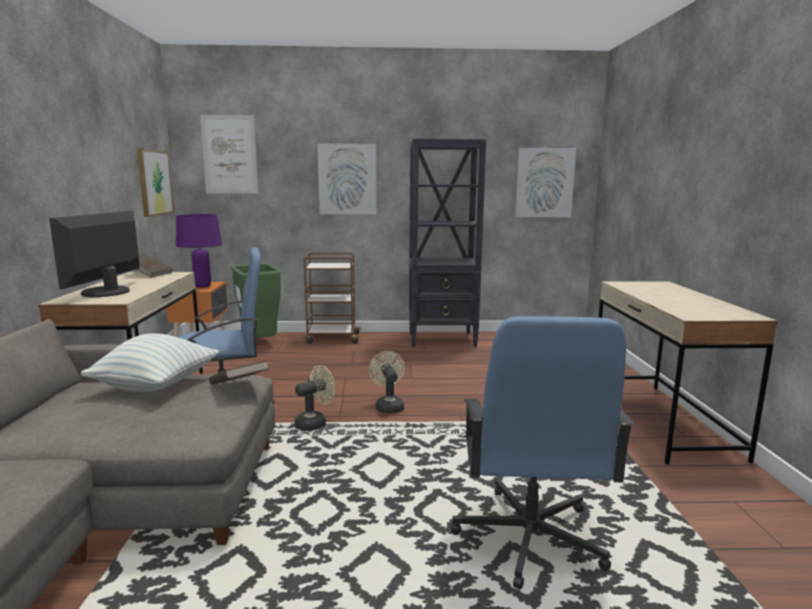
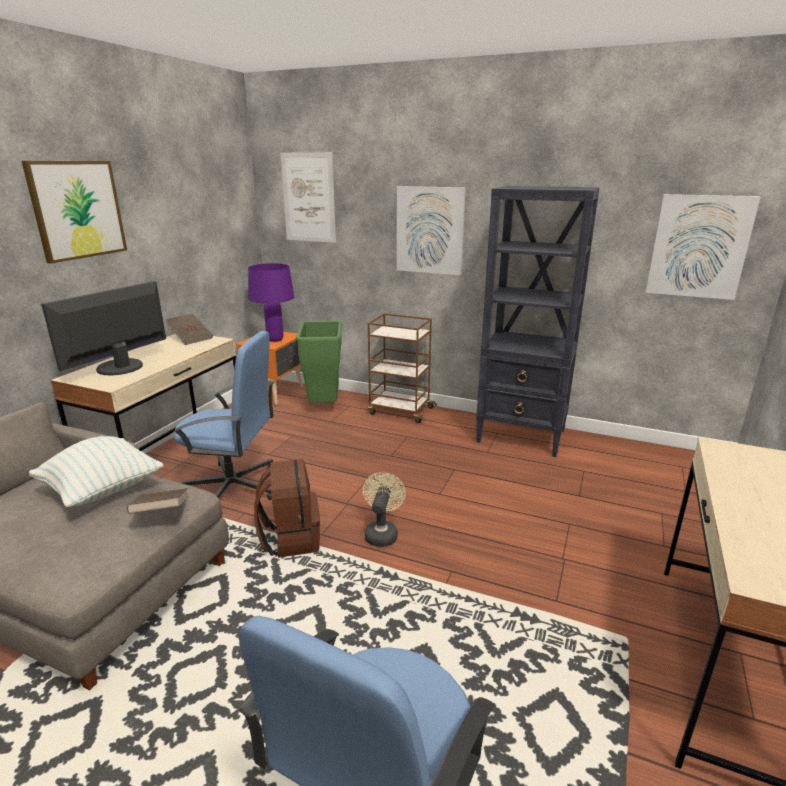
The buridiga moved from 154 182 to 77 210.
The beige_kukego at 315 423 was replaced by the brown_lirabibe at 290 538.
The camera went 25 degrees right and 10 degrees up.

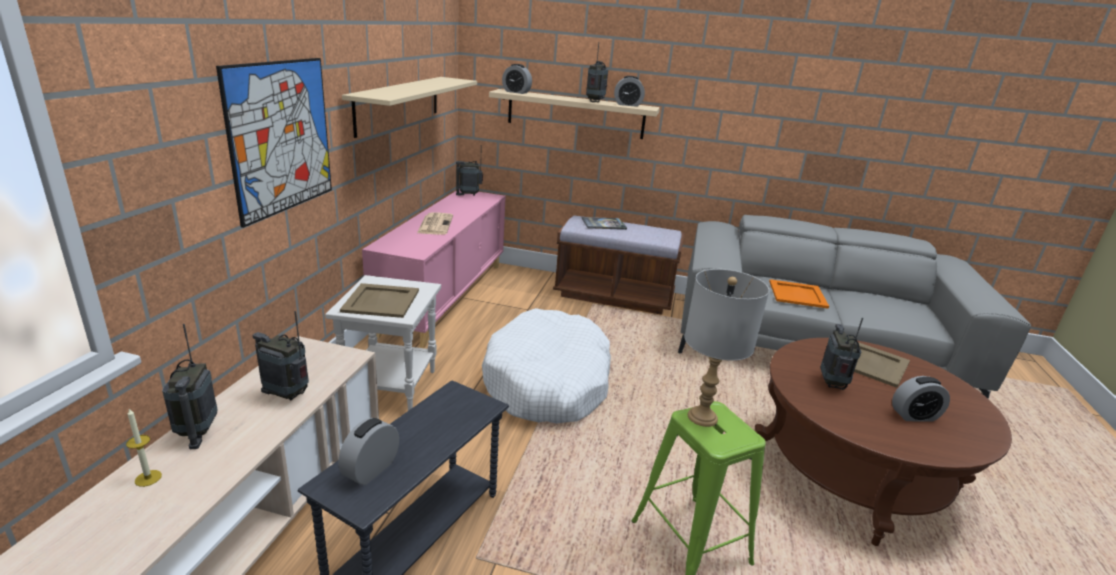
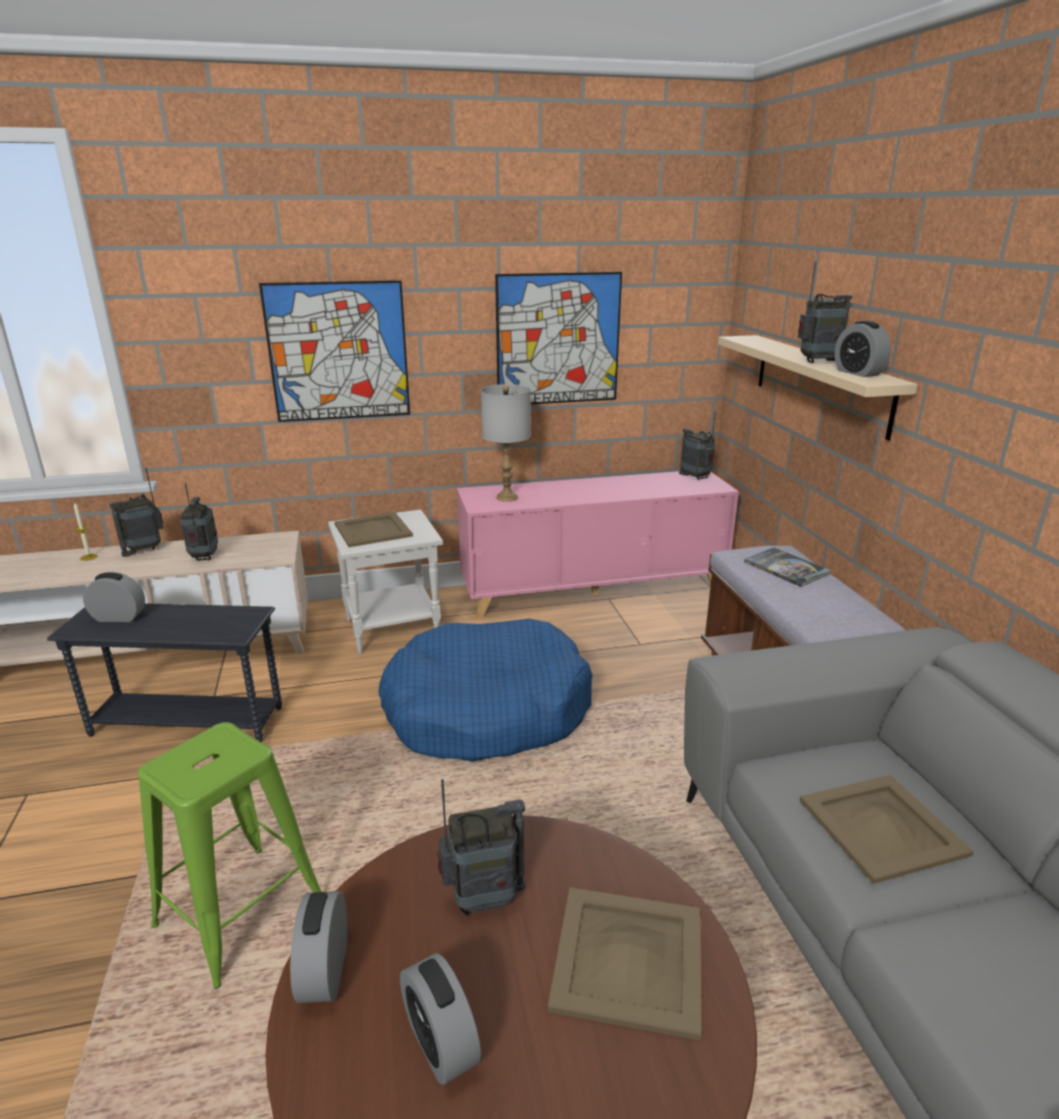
The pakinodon moved from 516 92 to 324 971.
The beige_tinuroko at 399 104 was replaced by the buridiga at 558 339.
The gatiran at 435 224 disappeared.
The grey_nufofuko moved from 701 417 to 507 497.
The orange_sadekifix at 797 294 became the beige_sadekifix at 882 826.
The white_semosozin at 548 382 became the blue_semosozin at 486 710.
The camera went 65 degrees right and 0 degrees up.

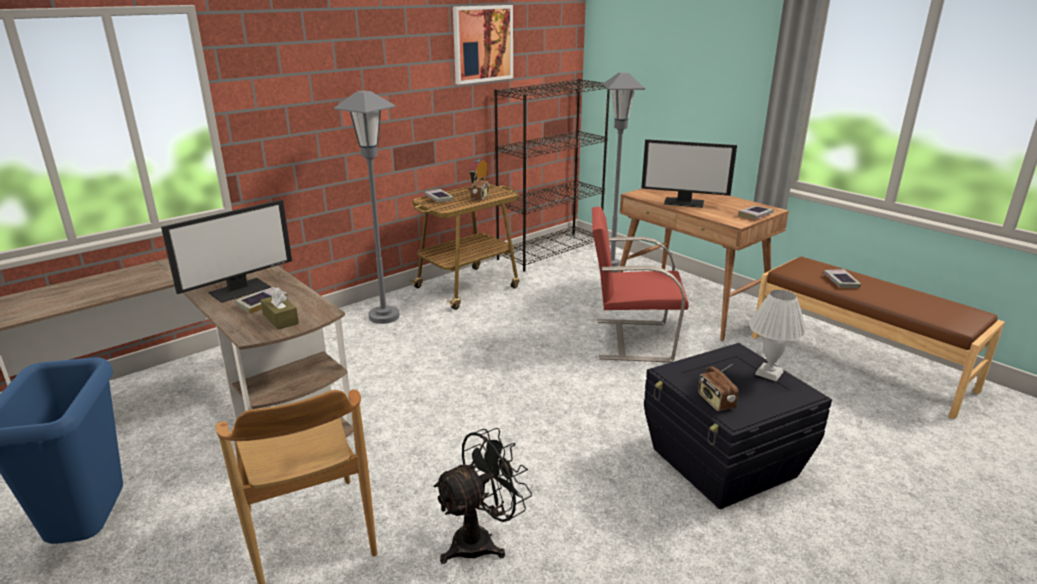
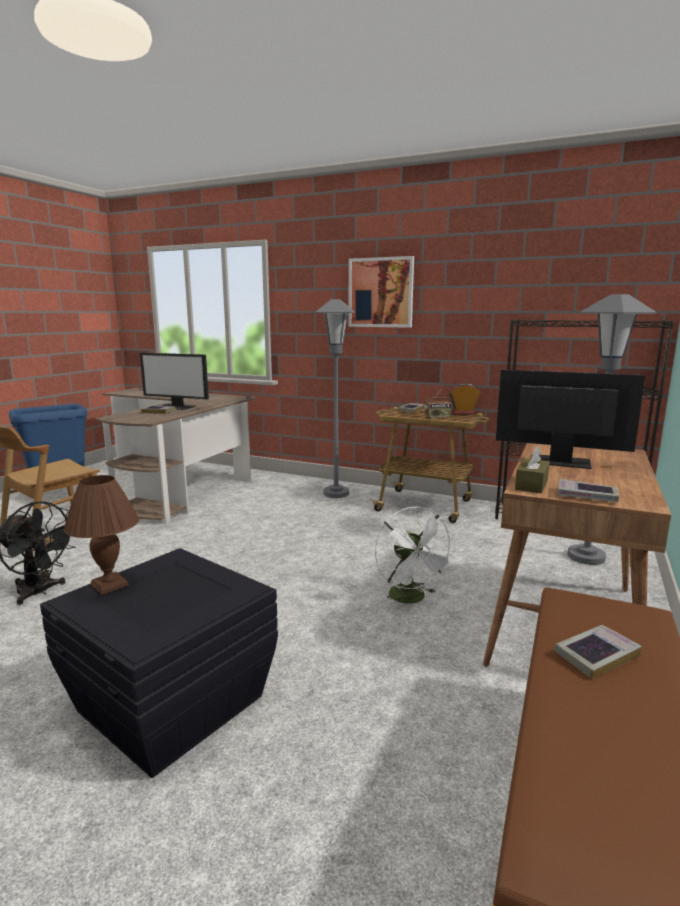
The buridiga moved from 482 44 to 381 292.
The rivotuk at 684 202 turned 120 degrees clockwise.
The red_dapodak at 631 339 was replaced by the white_kukego at 412 599.
The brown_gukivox moved from 280 319 to 531 485.
The white_nufofuko at 769 373 disappeared.
The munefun at 715 402 was replaced by the brown_nufofuko at 109 585.
The camera went 65 degrees right and 10 degrees down.

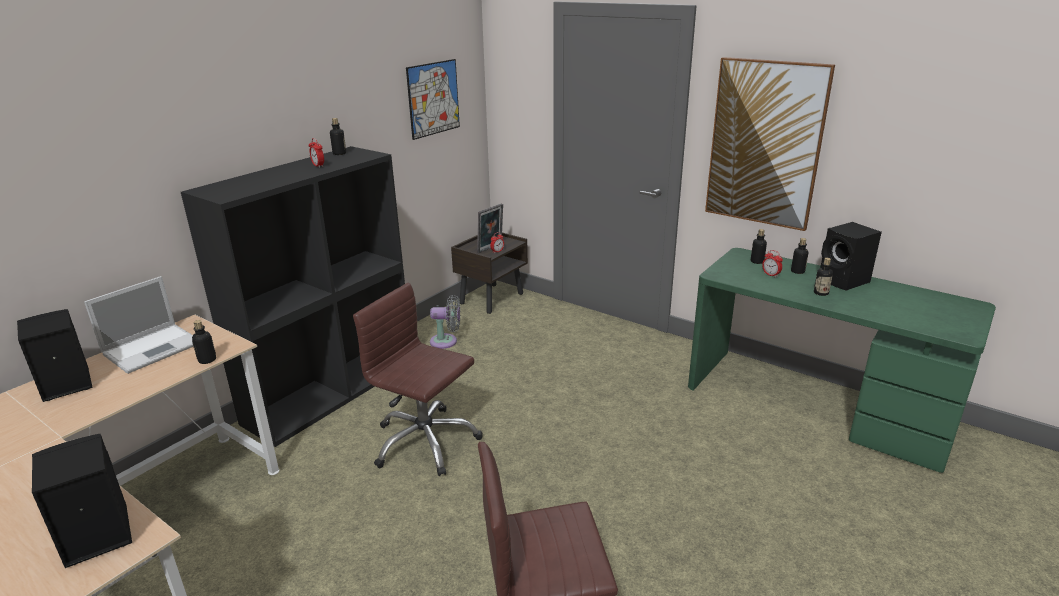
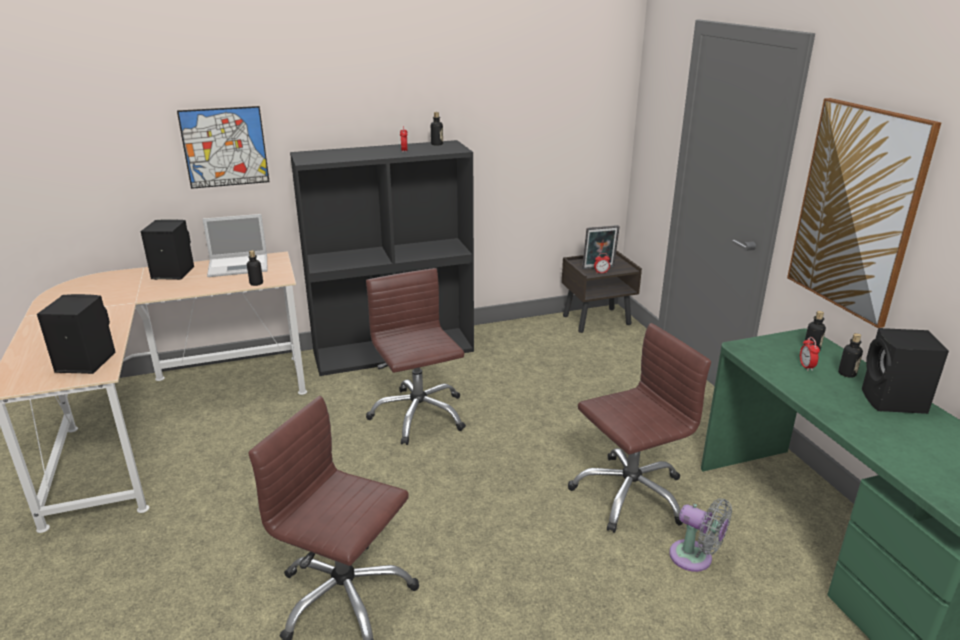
The buridiga moved from 433 98 to 225 147.
The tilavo at 821 293 disappeared.
The grey_kukego moved from 446 341 to 695 558.
The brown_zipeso at 629 494 appeared.
The camera went 35 degrees right and 0 degrees up.

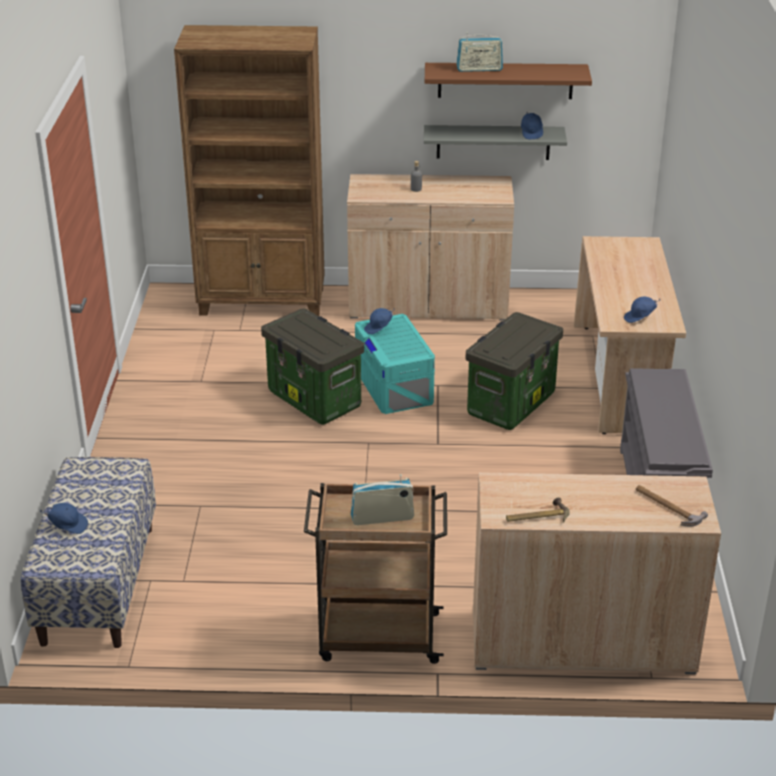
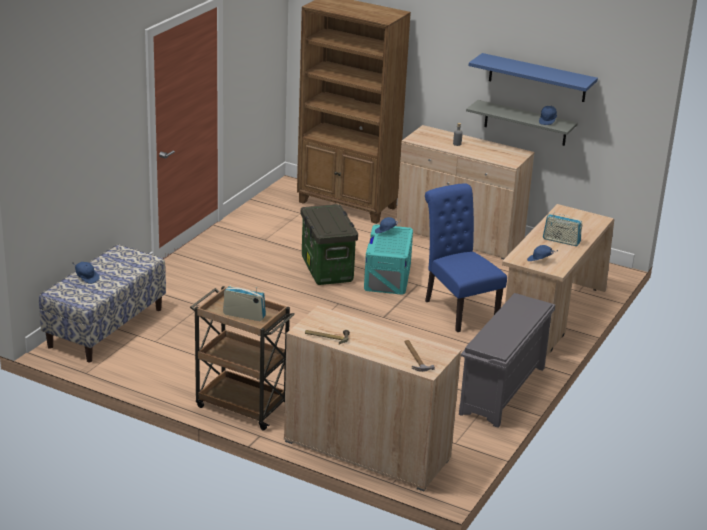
The munefun moved from 479 69 to 561 241.
The brown_tinuroko at 505 80 became the blue_tinuroko at 537 78.
The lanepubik at 511 403 was replaced by the blue_dapodak at 457 309.
The camera went 25 degrees right and 5 degrees down.

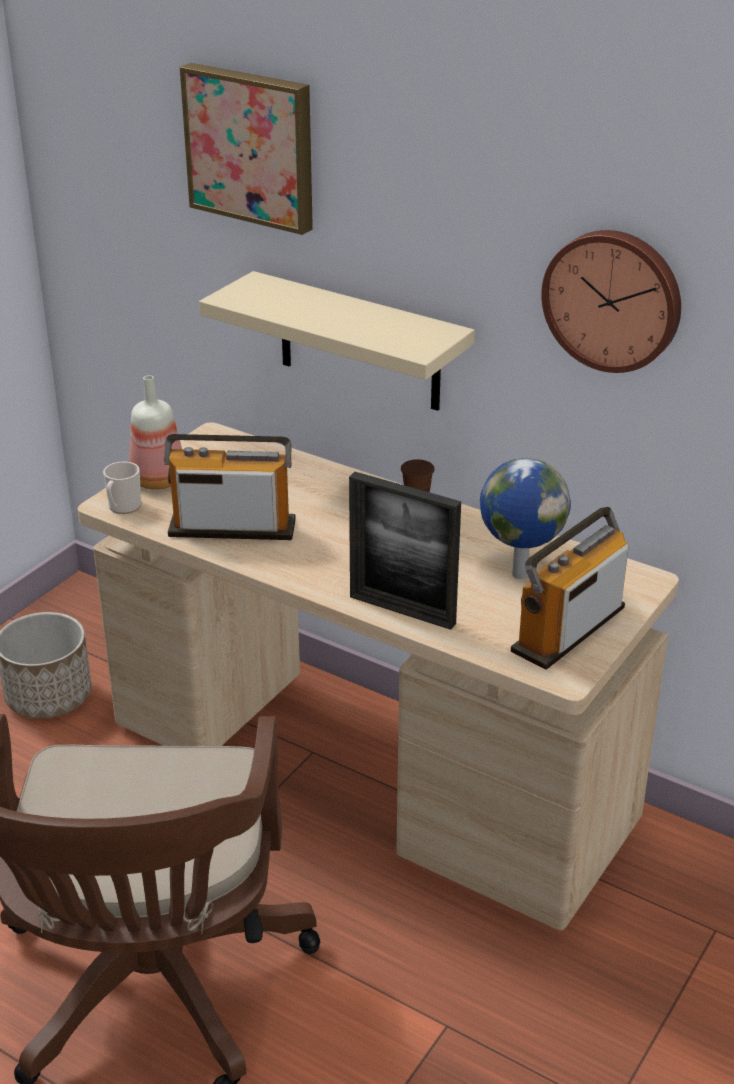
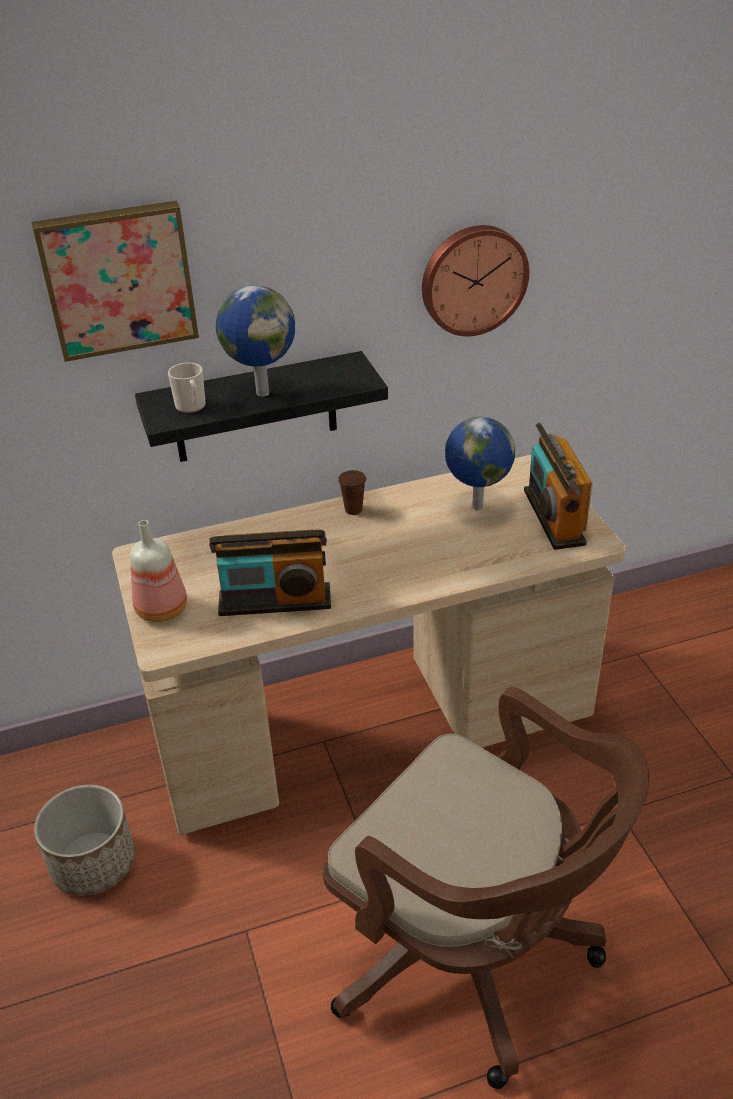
The beige_tinuroko at 359 343 became the black_tinuroko at 255 408.
The munefun at 232 528 turned 135 degrees counterclockwise.
The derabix moved from 122 507 to 191 407.
The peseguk at 402 610 disappeared.
The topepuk at 262 392 appeared.
The camera went 50 degrees left and 5 degrees up.

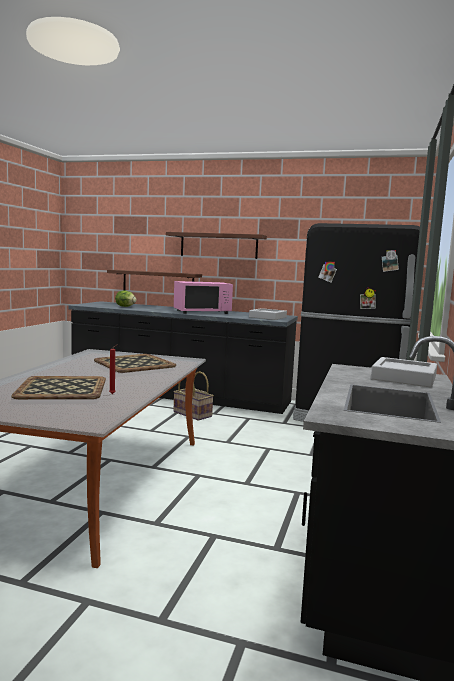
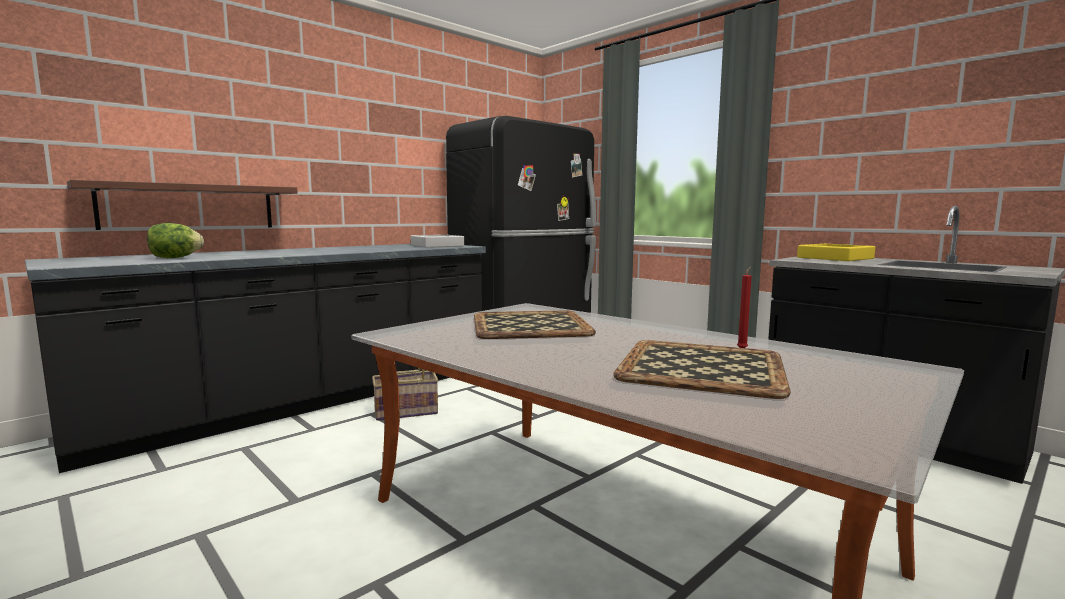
The tinuroko at 218 245 disappeared.
The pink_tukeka at 202 312 disappeared.
The grey_sadekifix at 404 378 became the yellow_sadekifix at 835 258.
The camera went 60 degrees left and 0 degrees up.

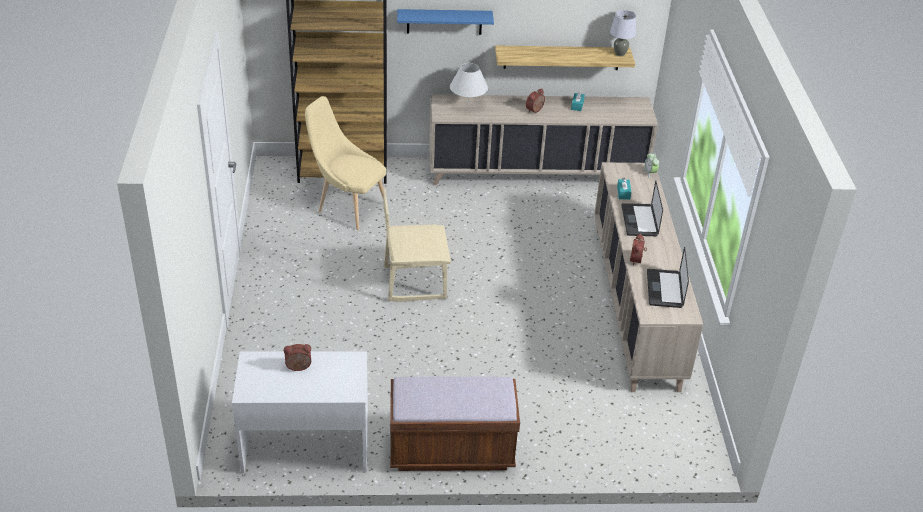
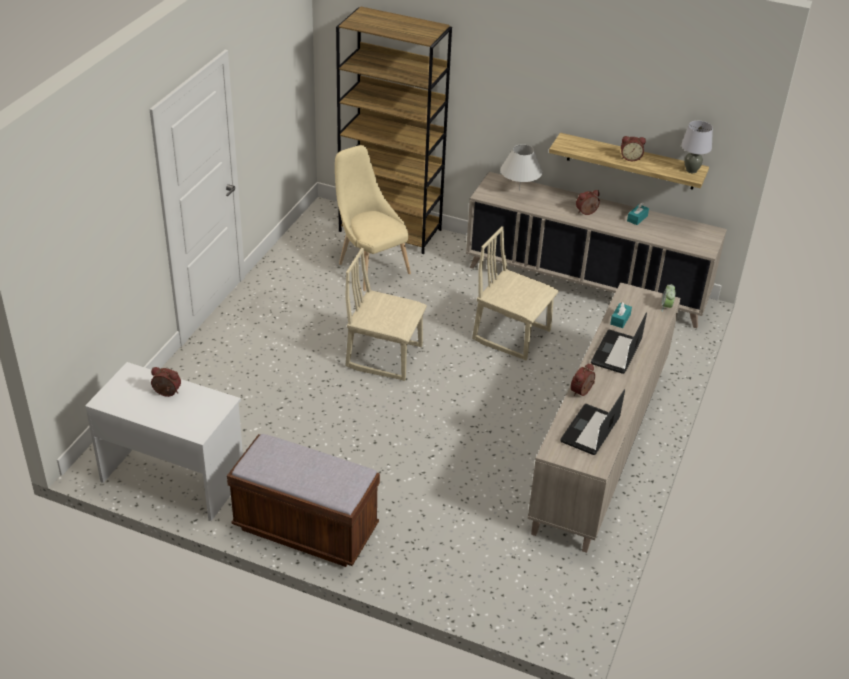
The blue_tinuroko at 444 21 disappeared.
The pakinodon at 630 158 appeared.
The beige_dapodak at 512 335 appeared.
The camera went 25 degrees right and 0 degrees up.

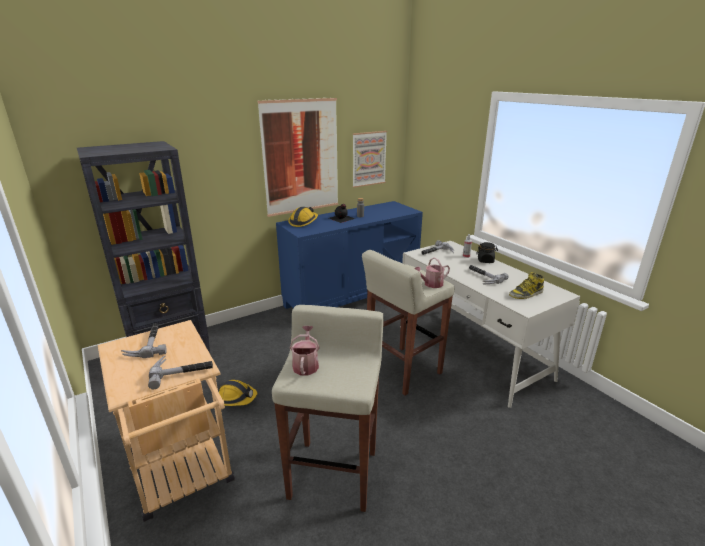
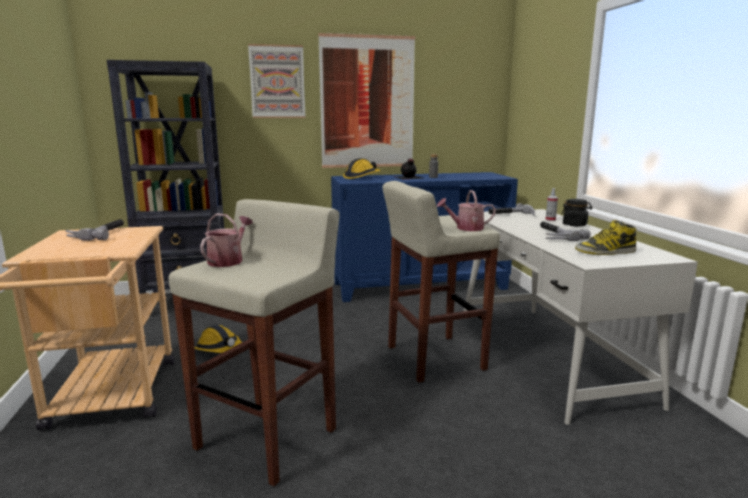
The buridiga moved from 368 159 to 277 82.
The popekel at 182 371 disappeared.
The camera went 20 degrees right and 10 degrees down.

